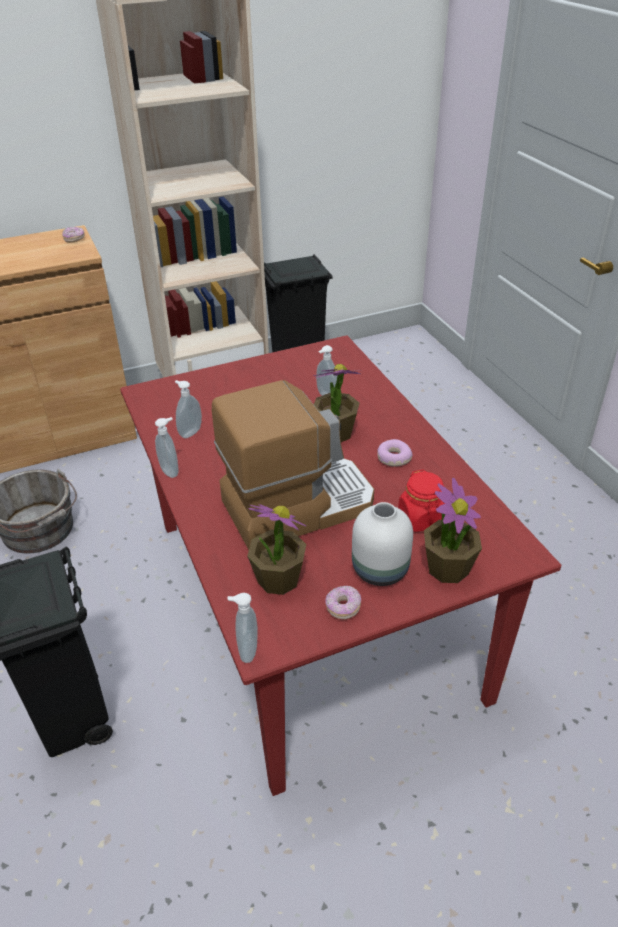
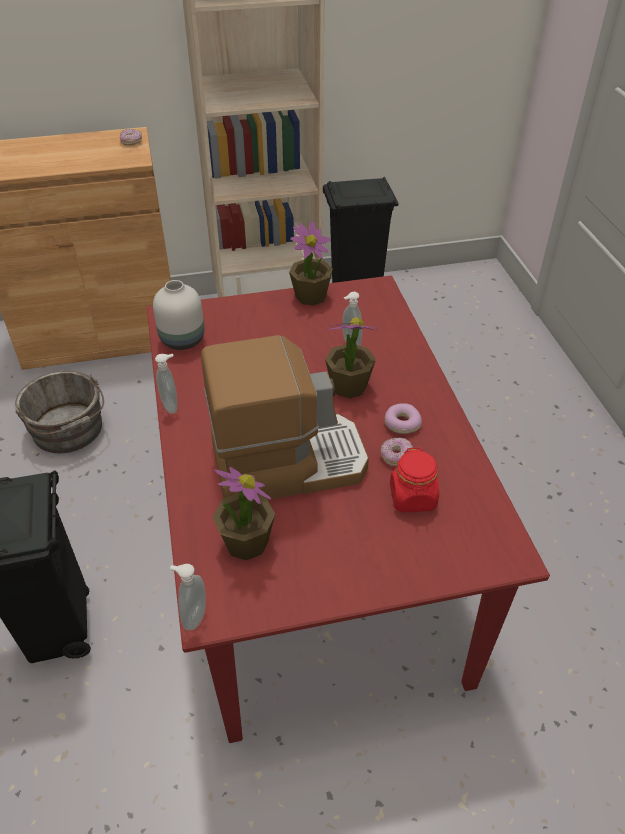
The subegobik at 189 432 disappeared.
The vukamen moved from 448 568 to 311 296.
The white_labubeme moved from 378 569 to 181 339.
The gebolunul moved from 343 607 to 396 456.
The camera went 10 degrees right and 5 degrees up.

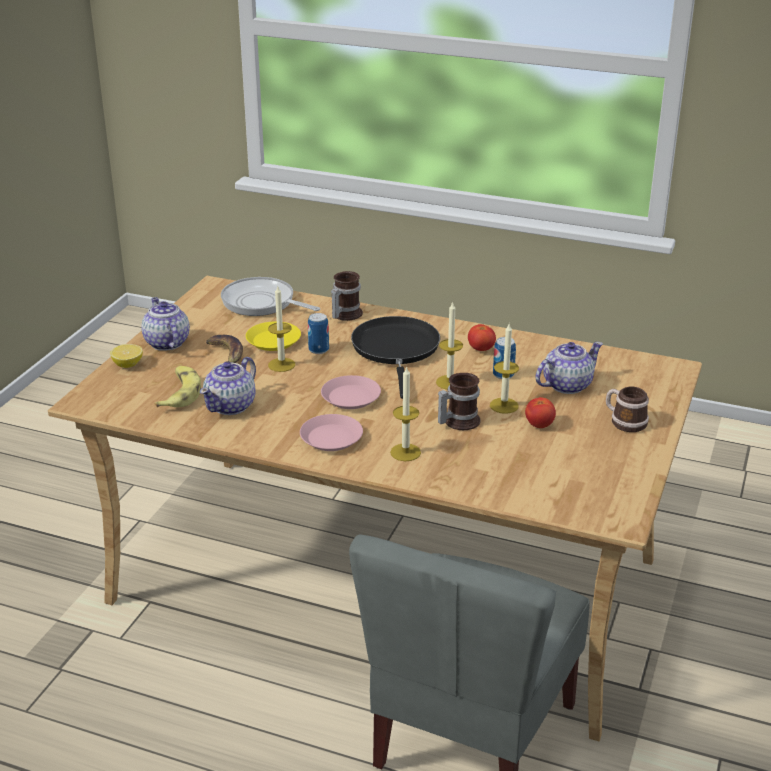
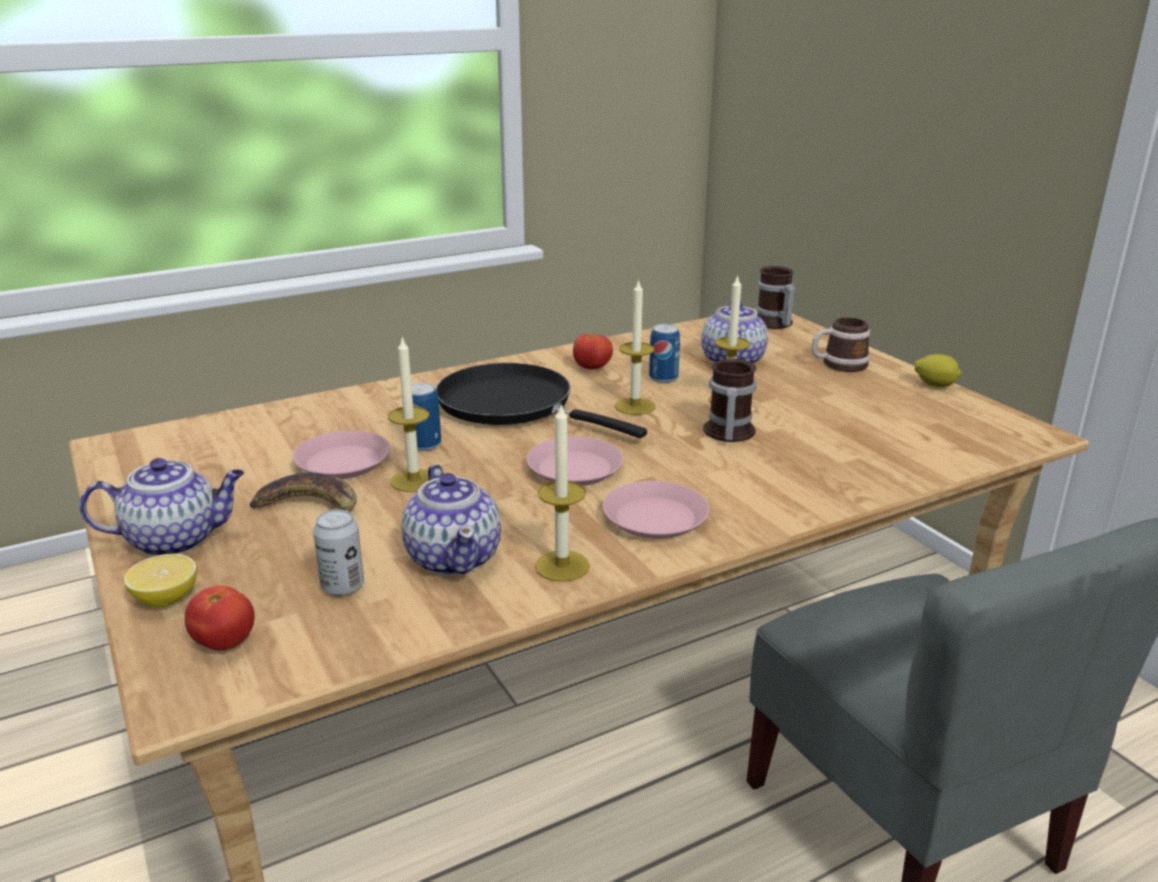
The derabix moved from 344 314 to 772 324.
The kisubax at 261 303 disappeared.
The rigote at 166 343 turned 150 degrees clockwise.
The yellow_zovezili at 273 341 became the pink_zovezili at 343 463.
The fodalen at 180 393 was replaced by the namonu at 343 586.
The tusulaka moved from 405 452 to 562 566.
The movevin moved from 539 425 to 225 643.
The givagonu at 935 385 appeared.
The camera went 50 degrees left and 5 degrees down.

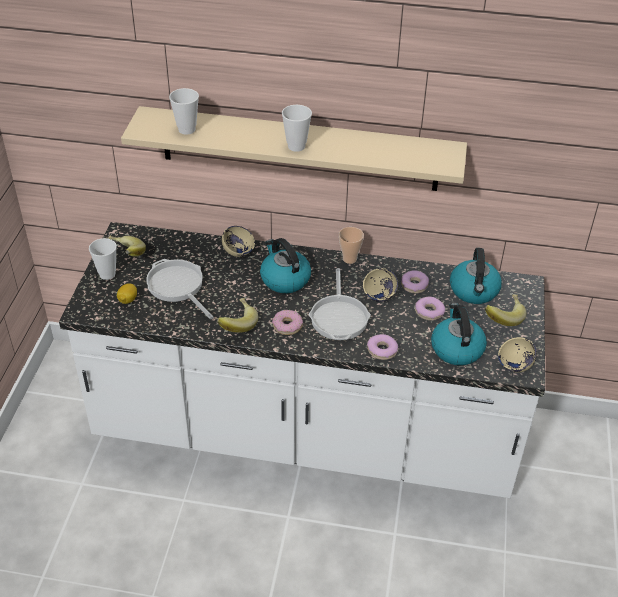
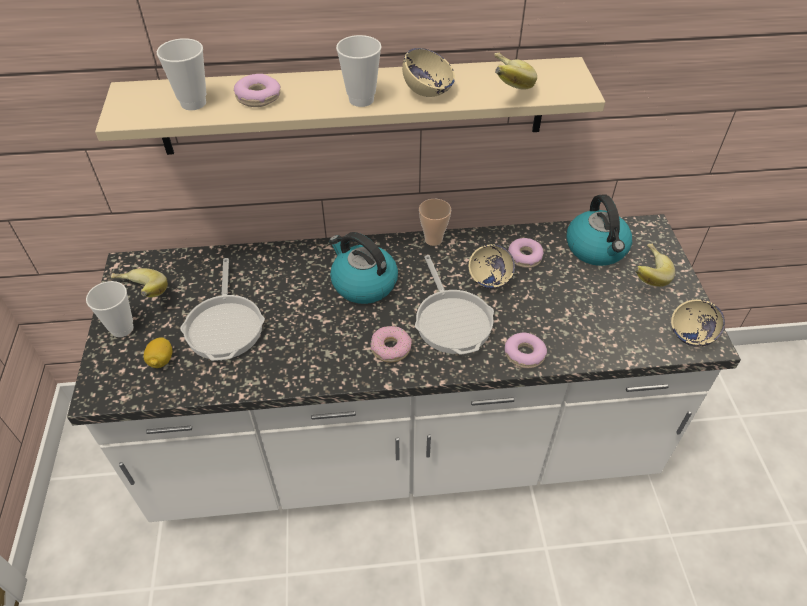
The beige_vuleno moved from 238 252 to 428 92.
The kisubax at 177 287 turned 135 degrees counterclockwise.
The gebolunul moved from 429 312 to 258 97.
The fodalen moved from 236 324 to 503 87.
The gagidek at 456 348 disappeared.
The camera went 15 degrees left and 5 degrees up.

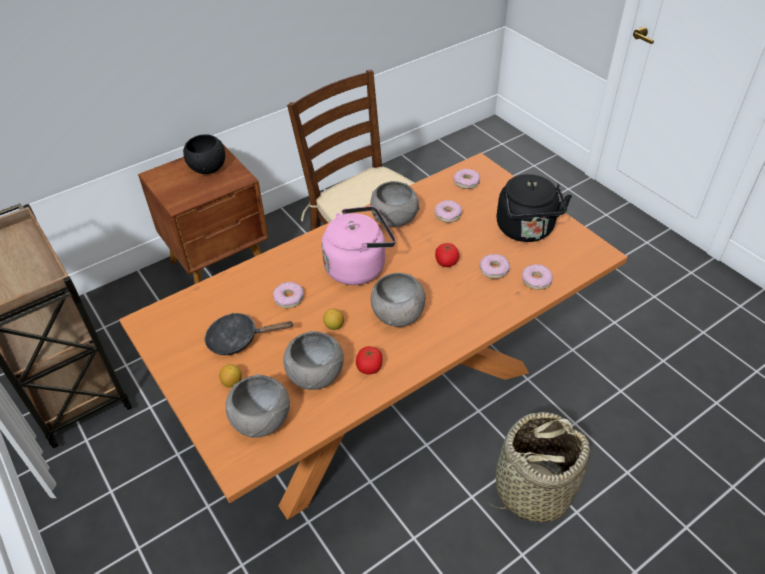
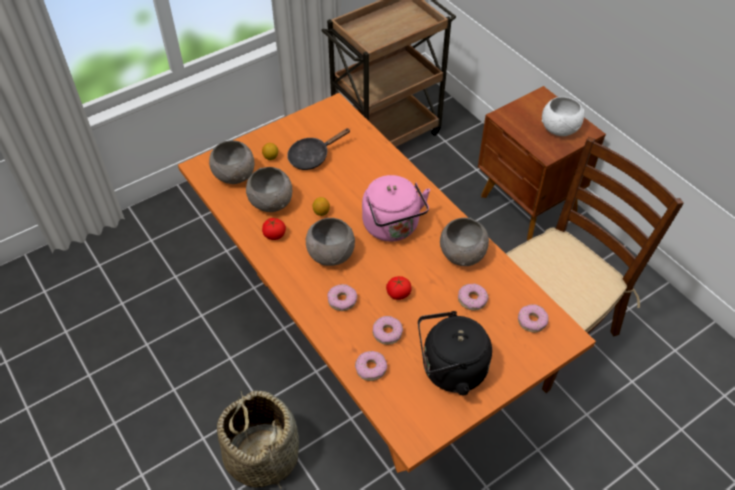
The black_vuleno at 208 167 became the white_vuleno at 560 129.
The gebolunul moved from 288 298 to 342 300.
The black_kisubax at 238 339 turned 120 degrees counterclockwise.
The camera went 90 degrees right and 5 degrees up.

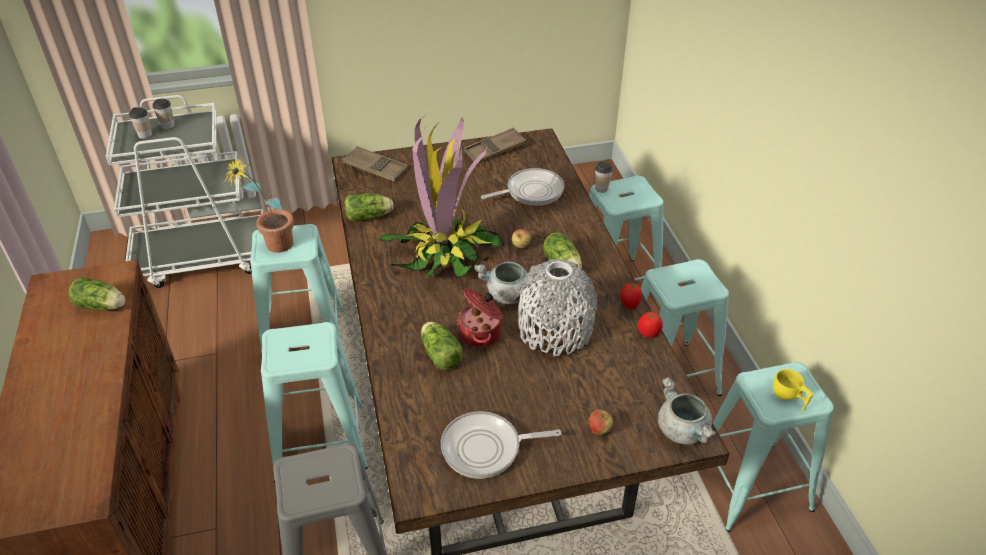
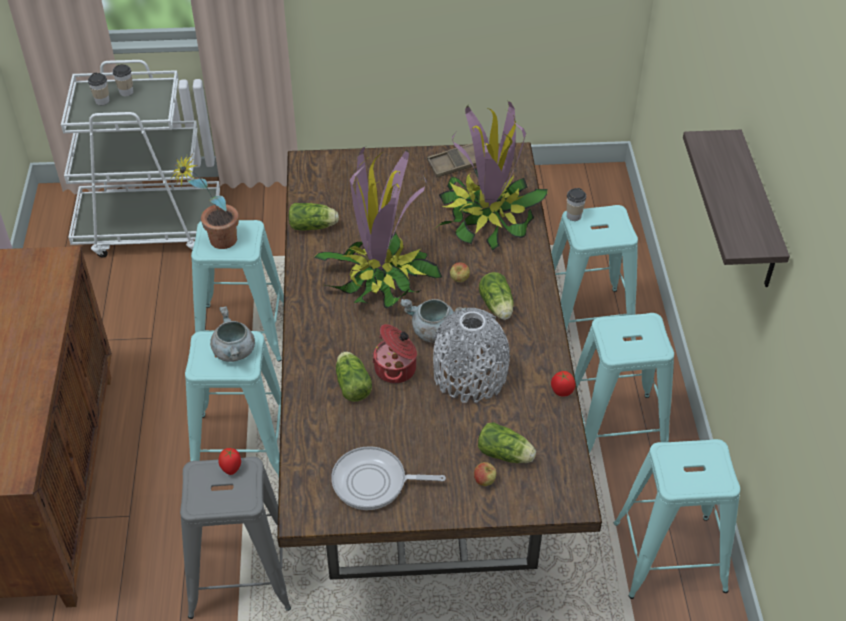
The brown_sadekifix at 375 168 disappeared.
The kisubax at 531 191 was replaced by the vukamen at 487 217.
The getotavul moved from 103 306 to 506 455.
The movevin moved from 629 305 to 231 468.
The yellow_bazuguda at 789 398 disappeared.
The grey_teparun moved from 683 431 to 235 352.
The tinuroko at 757 214 appeared.
The camera went 10 degrees right and 5 degrees up.

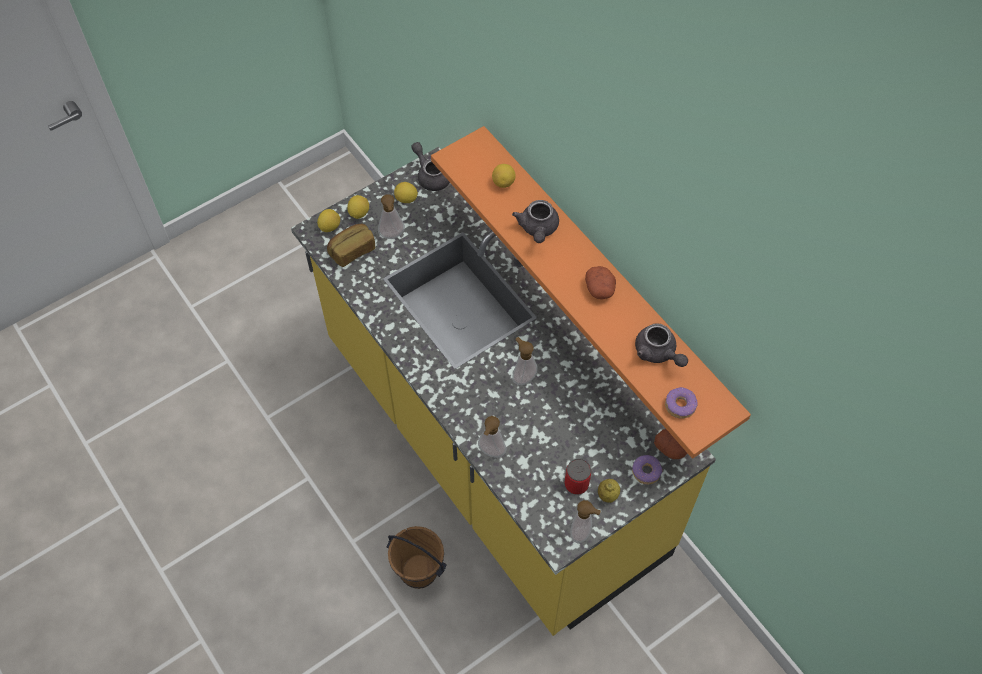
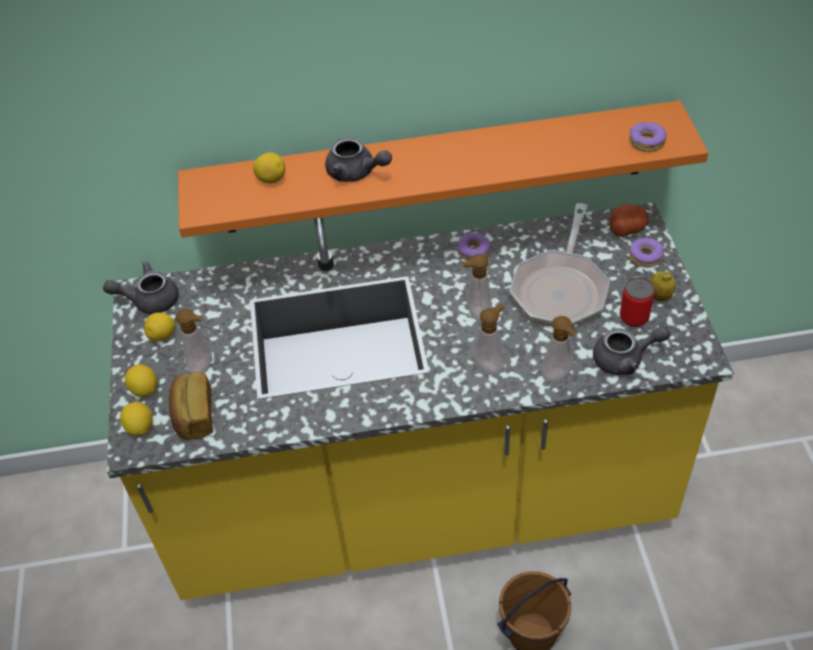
The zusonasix at 600 289 disappeared.
The grey_rigote moved from 658 353 to 625 359.
The subegobik moved from 582 533 to 490 366.
The kisubax at 560 288 appeared.
The gebolunul at 473 252 appeared.
The camera went 60 degrees left and 10 degrees down.

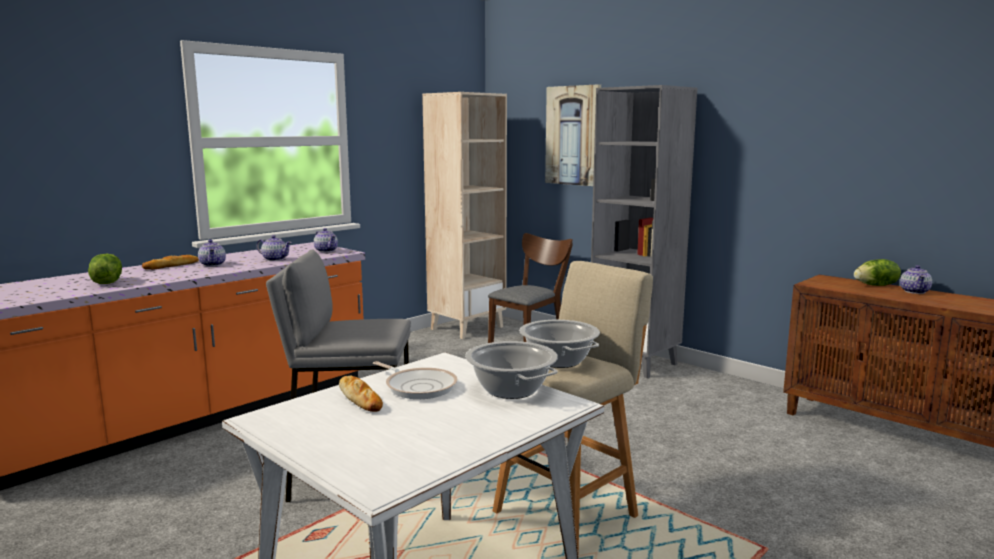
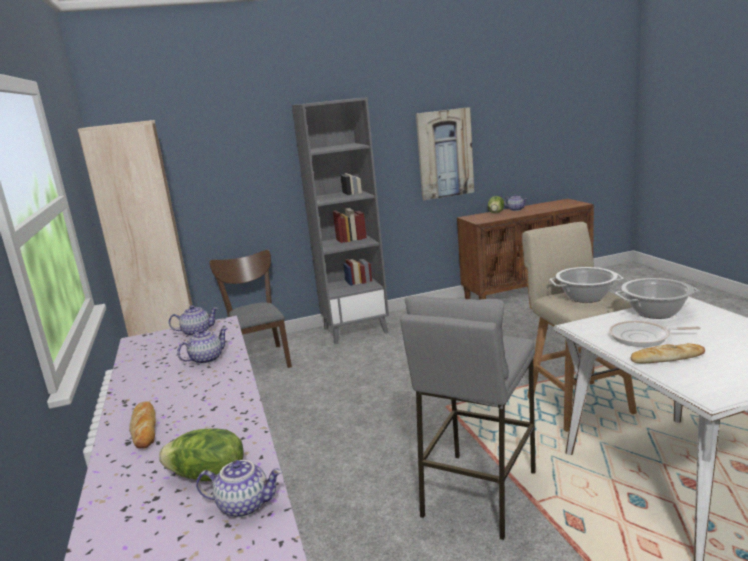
The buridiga moved from 573 135 to 445 154.
The rigote moved from 213 264 to 245 505.
The kisubax at 418 386 turned 150 degrees counterclockwise.
The camera went 60 degrees left and 5 degrees up.

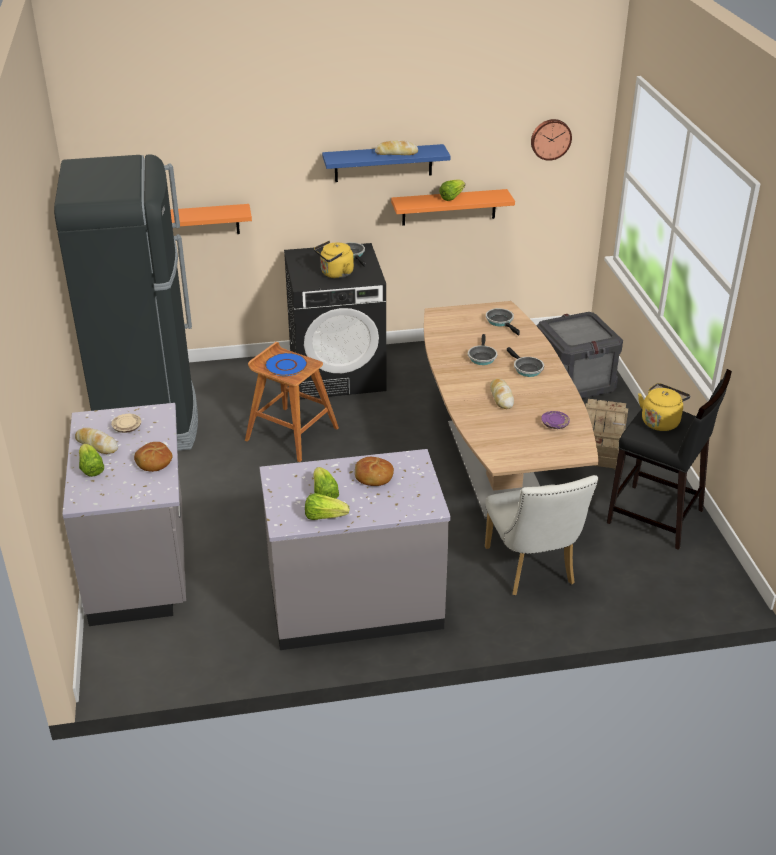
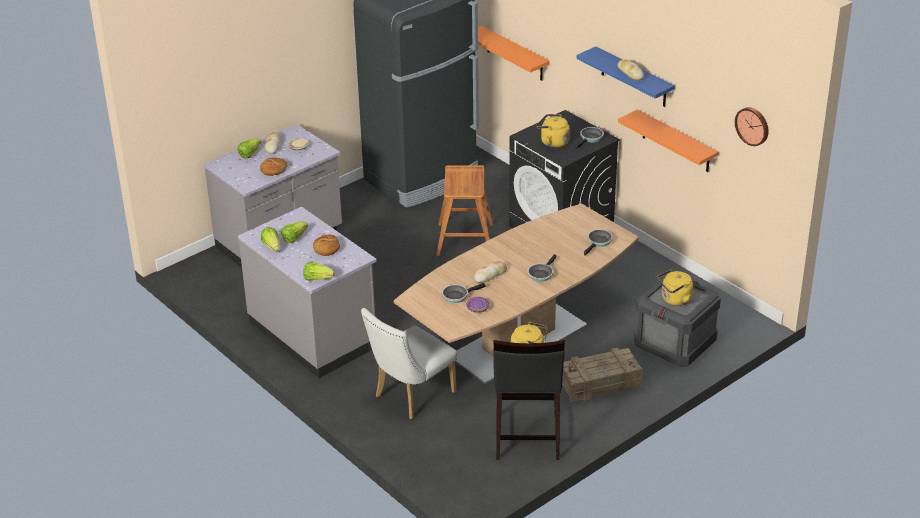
The getotavul moved from 451 197 to 317 278.
The kisubax moved from 481 357 to 457 296.
The blue_zovezili at 286 365 disappeared.
The yellow_gagidek at 674 300 appeared.
The camera went 60 degrees right and 0 degrees up.

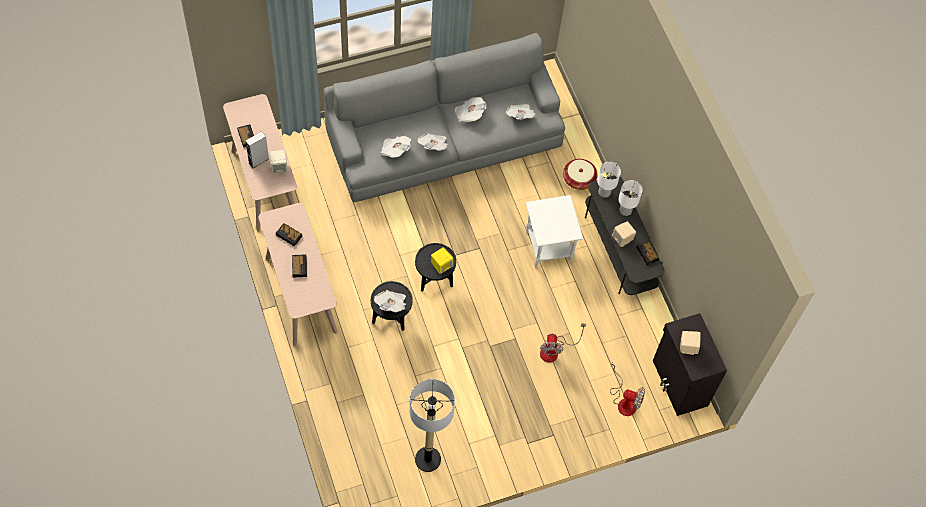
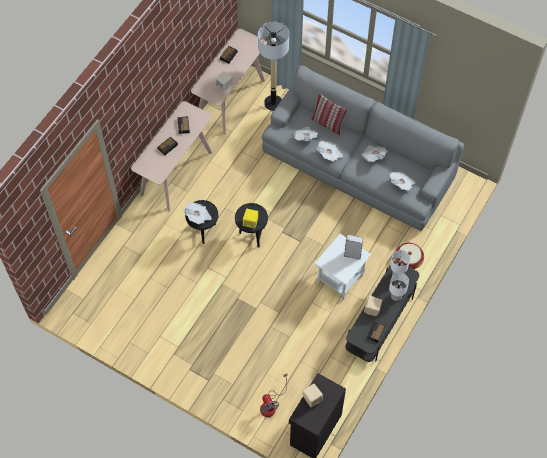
The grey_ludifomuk moved from 258 161 to 352 254.
The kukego at 554 350 disappeared.
The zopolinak moved from 428 459 to 273 103.
The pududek at 327 123 appeared.
The camera went 55 degrees right and 0 degrees up.

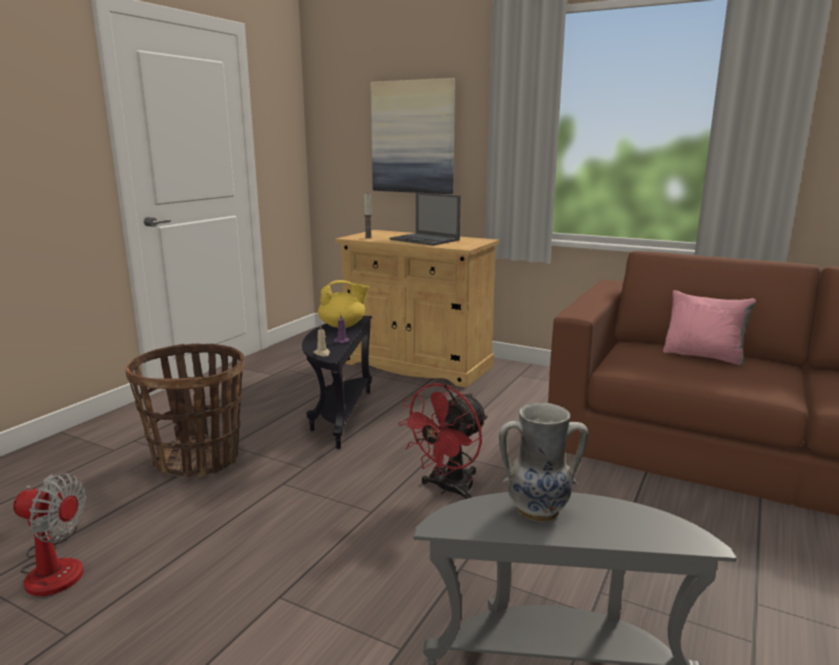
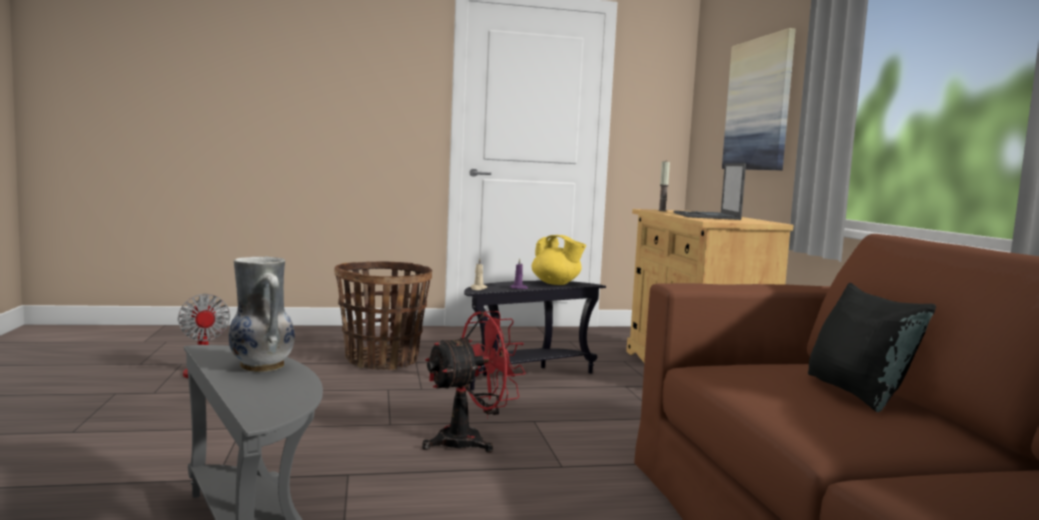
The pink_pududek at 703 356 became the black_pududek at 857 393.
The red_kukego at 448 489 turned 150 degrees clockwise.
The camera went 50 degrees right and 10 degrees down.

